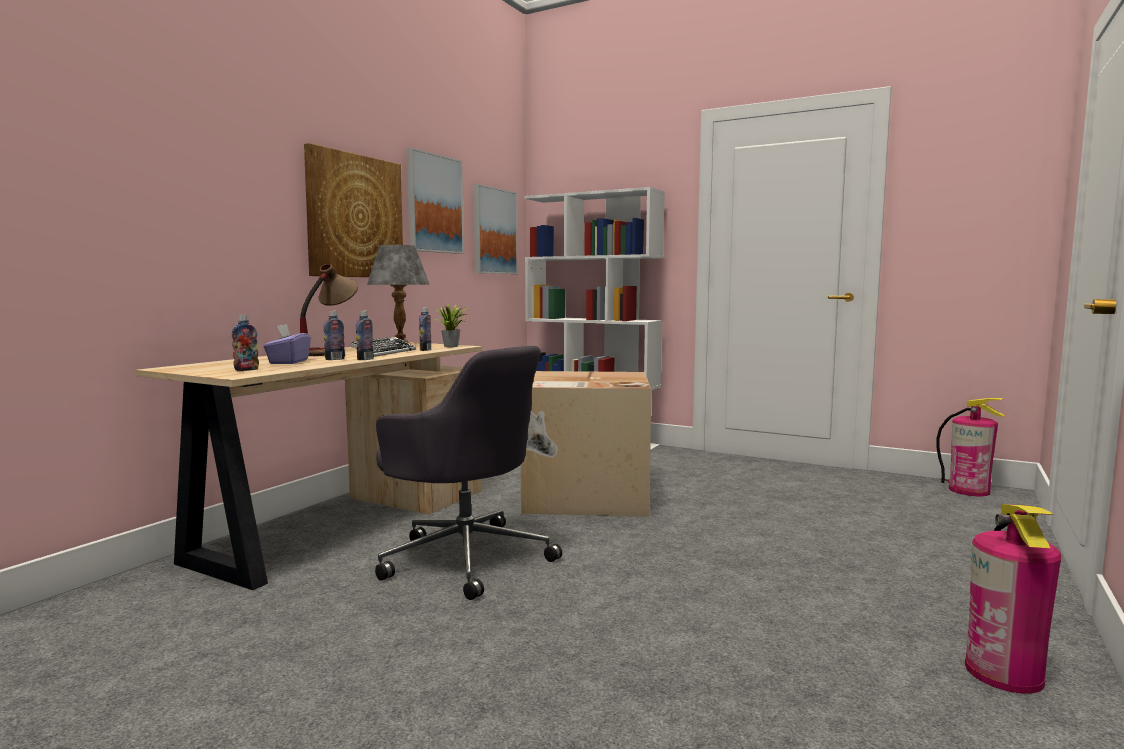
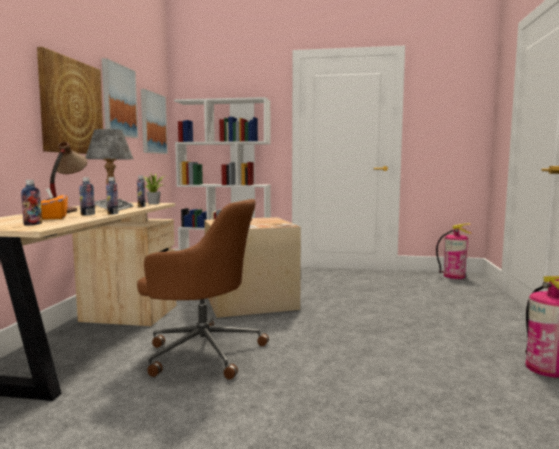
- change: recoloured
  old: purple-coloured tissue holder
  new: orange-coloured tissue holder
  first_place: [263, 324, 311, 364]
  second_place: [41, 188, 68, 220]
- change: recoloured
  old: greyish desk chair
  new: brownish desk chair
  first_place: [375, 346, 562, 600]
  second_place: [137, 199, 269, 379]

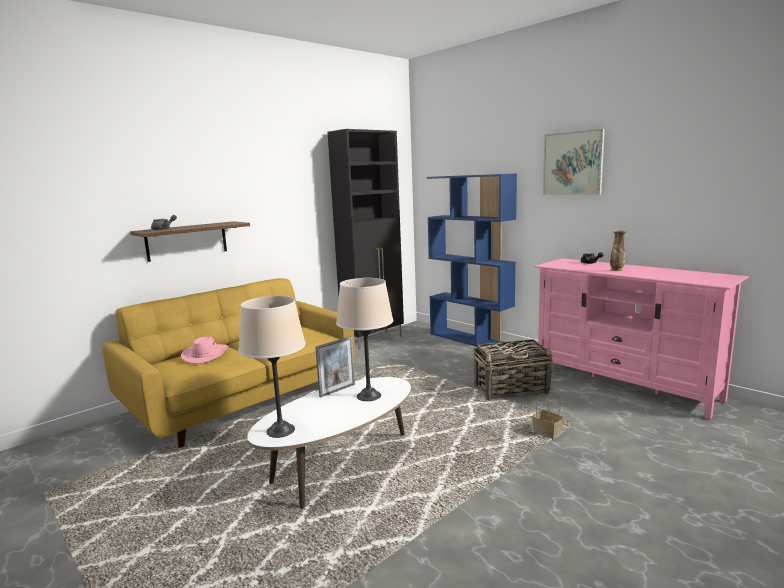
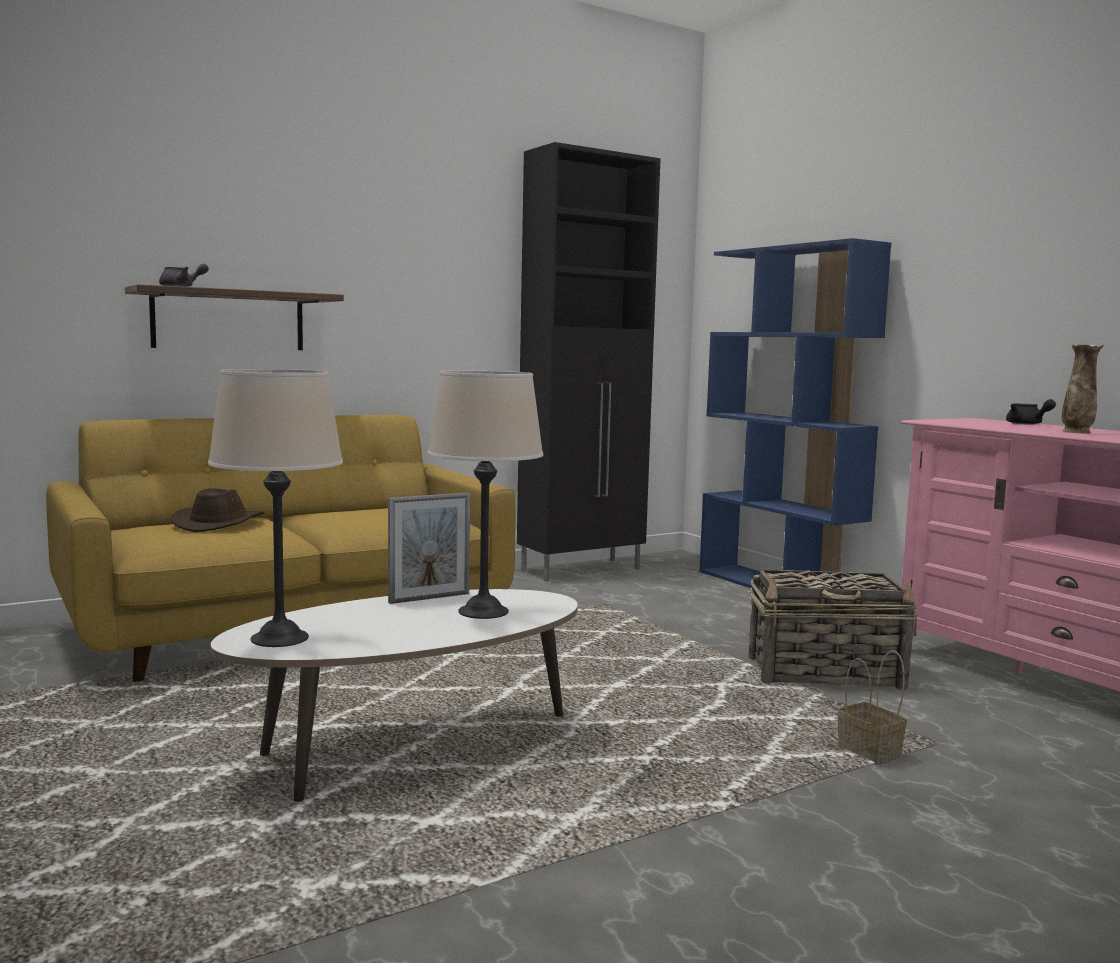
- change: recoloured
  old: pink hat
  new: brownish hat
  first_place: [181, 336, 229, 364]
  second_place: [171, 488, 264, 532]
- change: removed
  old: wall art
  first_place: [543, 129, 605, 195]

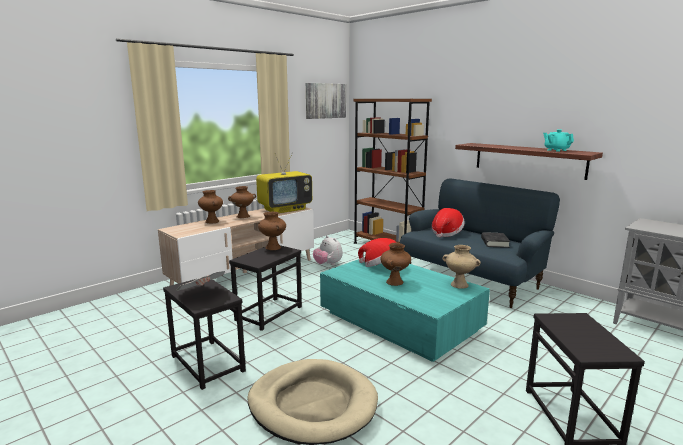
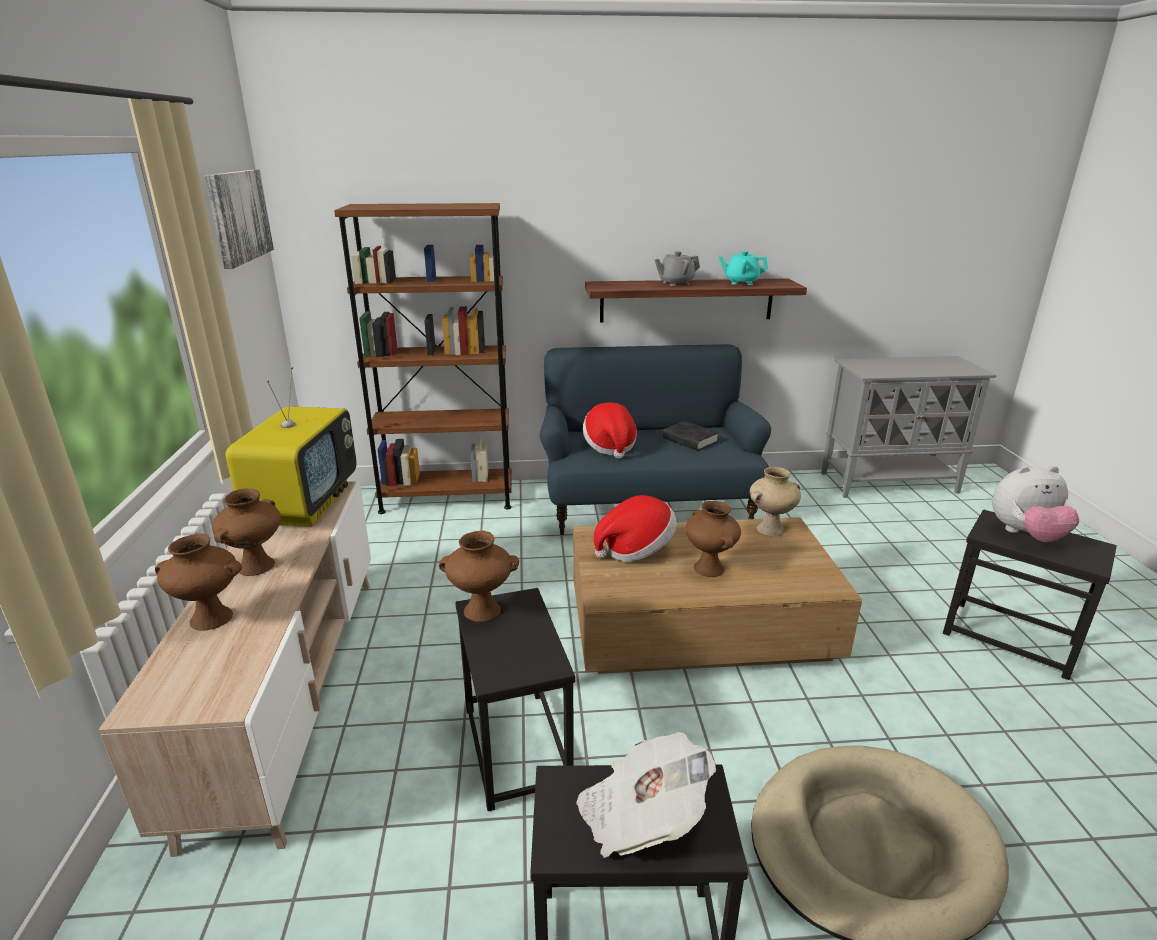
- change: moved
  old: plush toy
  first_place: [313, 236, 343, 265]
  second_place: [992, 466, 1079, 542]
- change: recoloured
  old: blue-green low table
  new: brownish low table
  first_place: [320, 257, 490, 362]
  second_place: [573, 517, 862, 674]
- change: added
  new: greyish tea pot
  second_place: [654, 251, 700, 286]

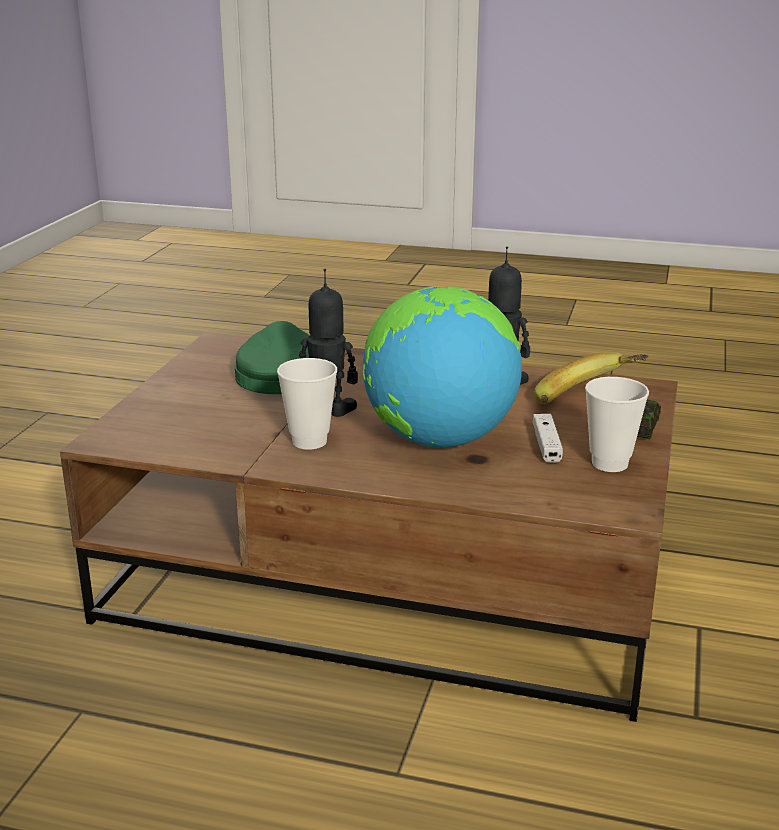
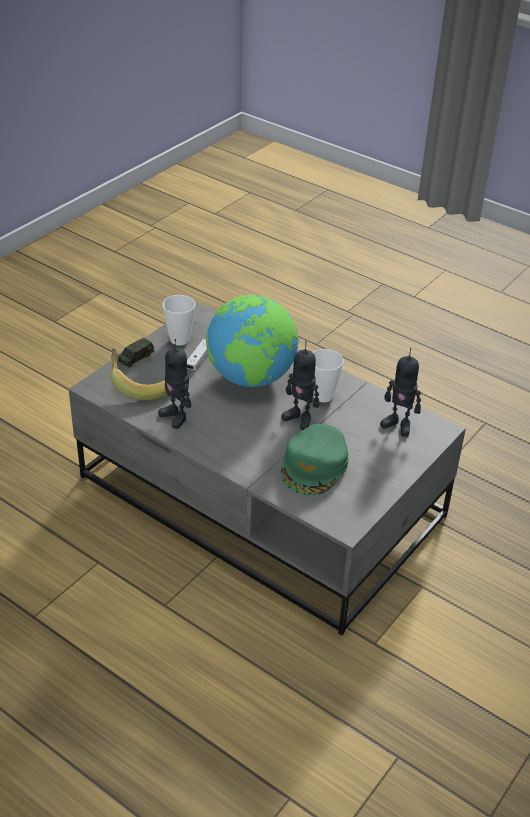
- change: recoloured
  old: brownish low table
  new: greyish low table
  first_place: [60, 333, 678, 722]
  second_place: [69, 302, 466, 635]
- change: added
  new: robot figure
  second_place: [380, 348, 421, 437]

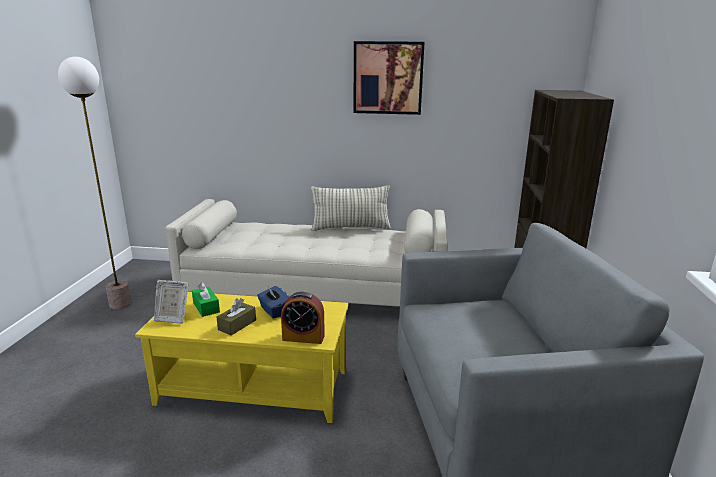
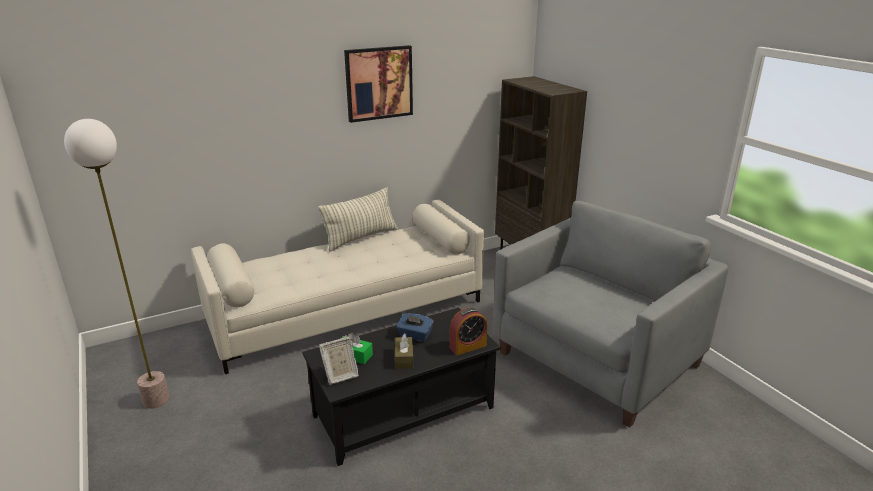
- change: recoloured
  old: yellow-coloured low table
  new: blackish low table
  first_place: [135, 292, 348, 423]
  second_place: [302, 307, 501, 466]

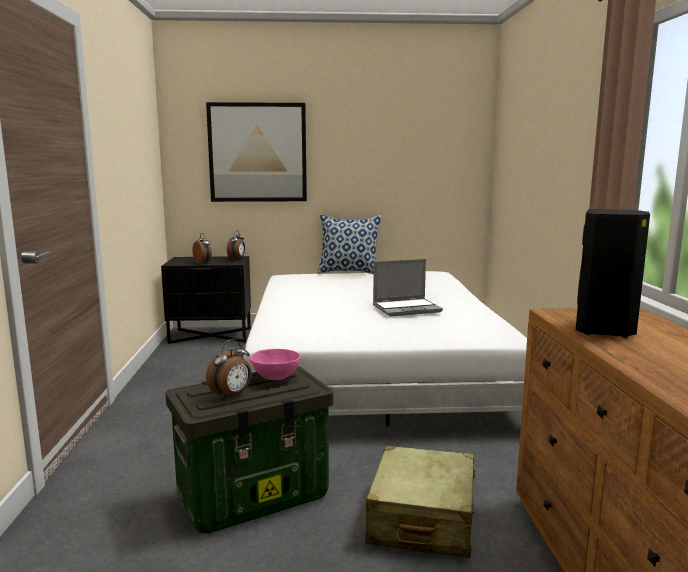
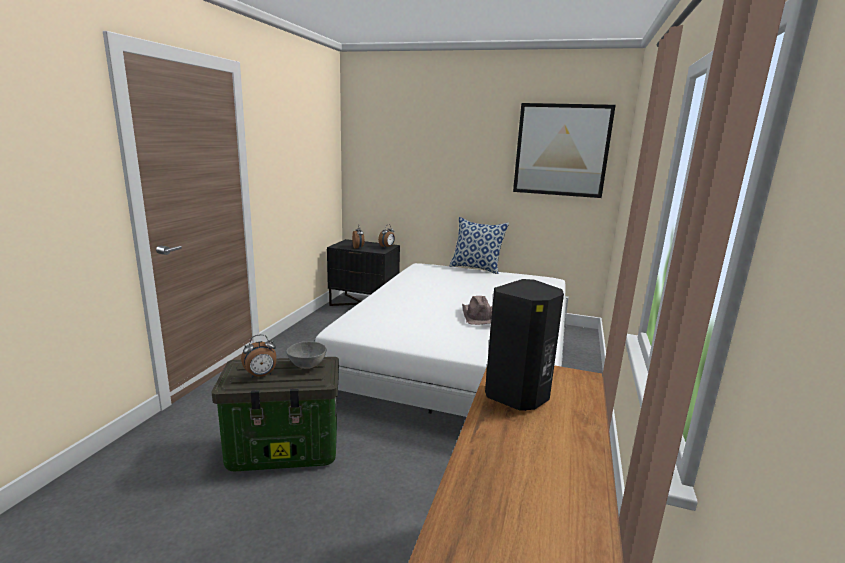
- change: moved
  old: wall art
  first_place: [206, 102, 307, 202]
  second_place: [513, 103, 616, 198]
- change: recoloured
  old: pink bowl
  new: greyish bowl
  first_place: [250, 349, 300, 380]
  second_place: [286, 341, 326, 369]
- change: removed
  old: sand-coloured travel case
  first_place: [365, 446, 475, 558]
- change: replaced
  old: portable computer
  new: brownish hat
  first_place: [373, 259, 443, 317]
  second_place: [462, 296, 493, 325]

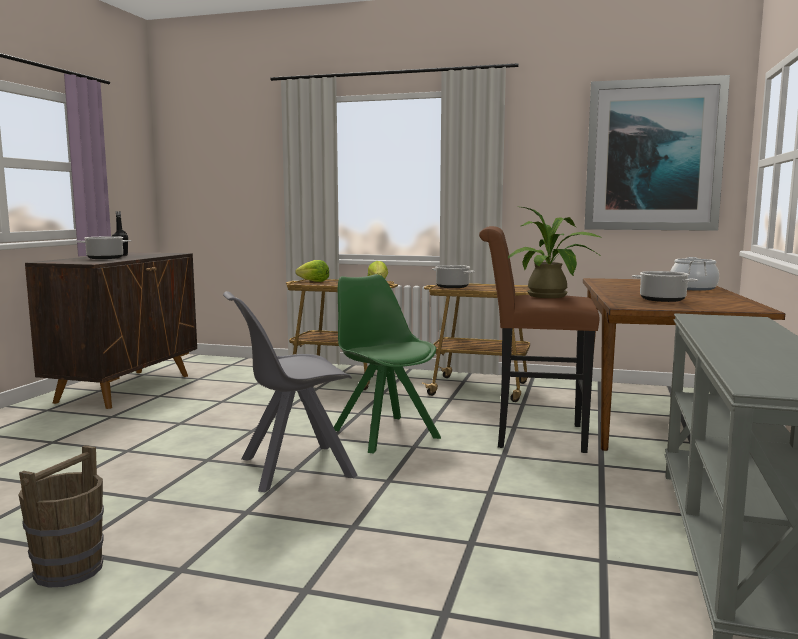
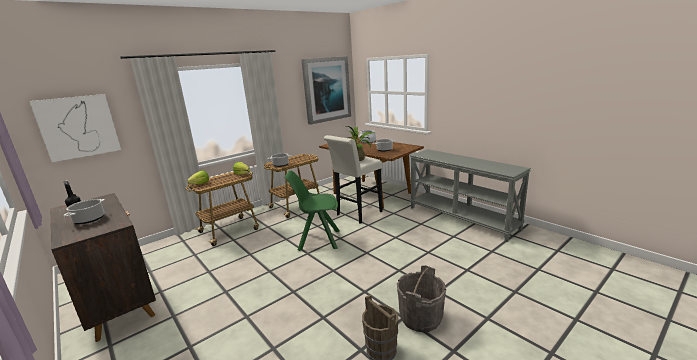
- change: removed
  old: greyish upright chair
  first_place: [223, 291, 357, 492]
- change: recoloured
  old: brownish stool
  new: white stool
  first_place: [479, 226, 599, 453]
  second_place: [324, 135, 383, 224]
- change: added
  new: wall art
  second_place: [29, 94, 121, 163]
- change: added
  new: greyish pail
  second_place: [397, 265, 446, 332]

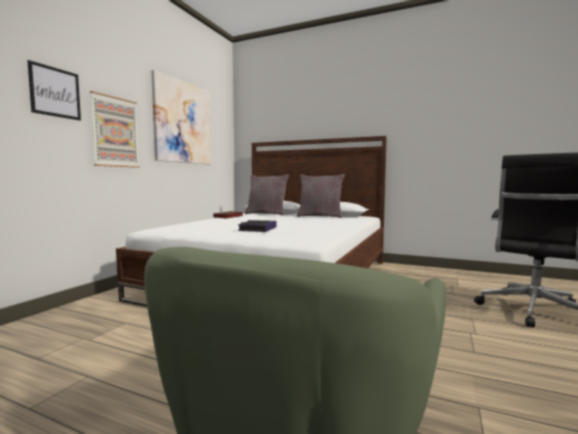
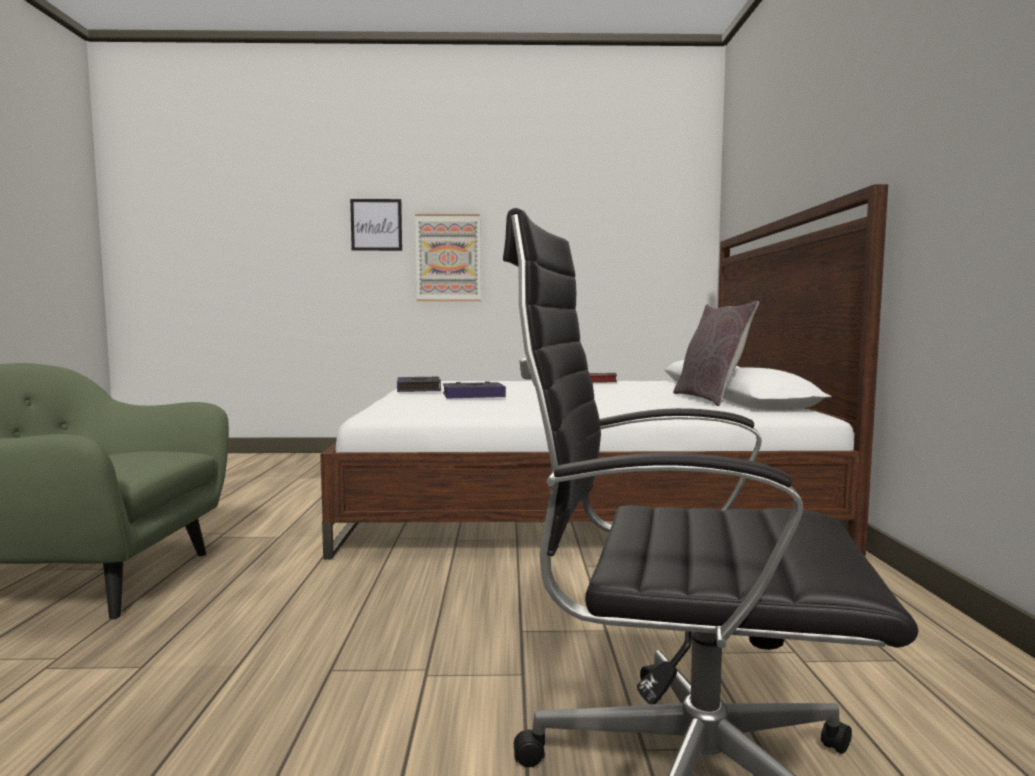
- change: removed
  old: wall art
  first_place: [151, 70, 211, 164]
- change: removed
  old: greyish throw pillow
  first_place: [245, 174, 289, 216]
- change: added
  new: book
  second_place: [397, 377, 441, 392]

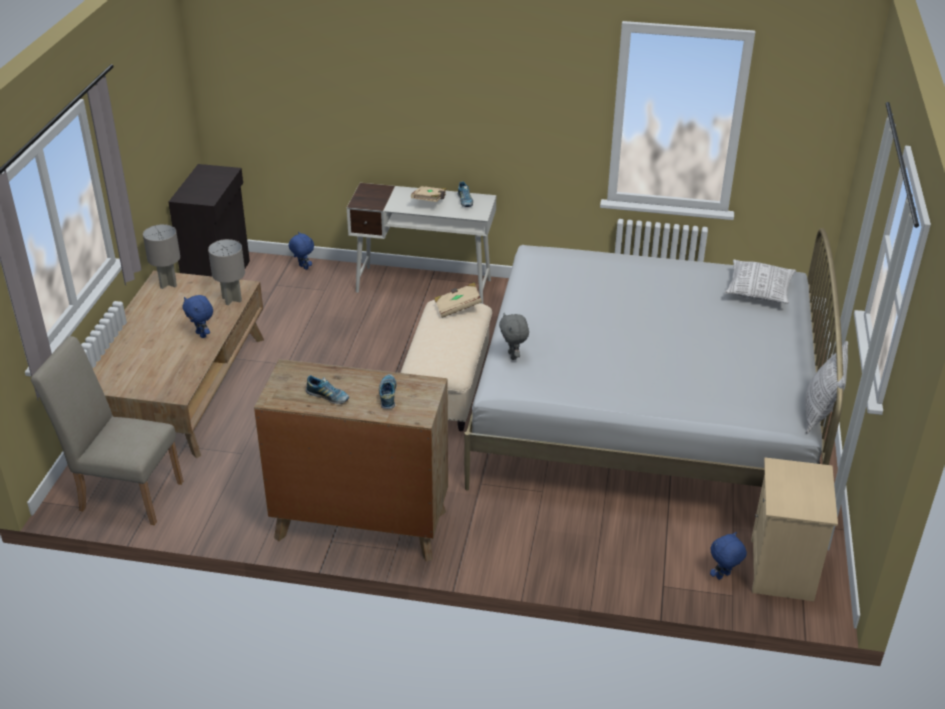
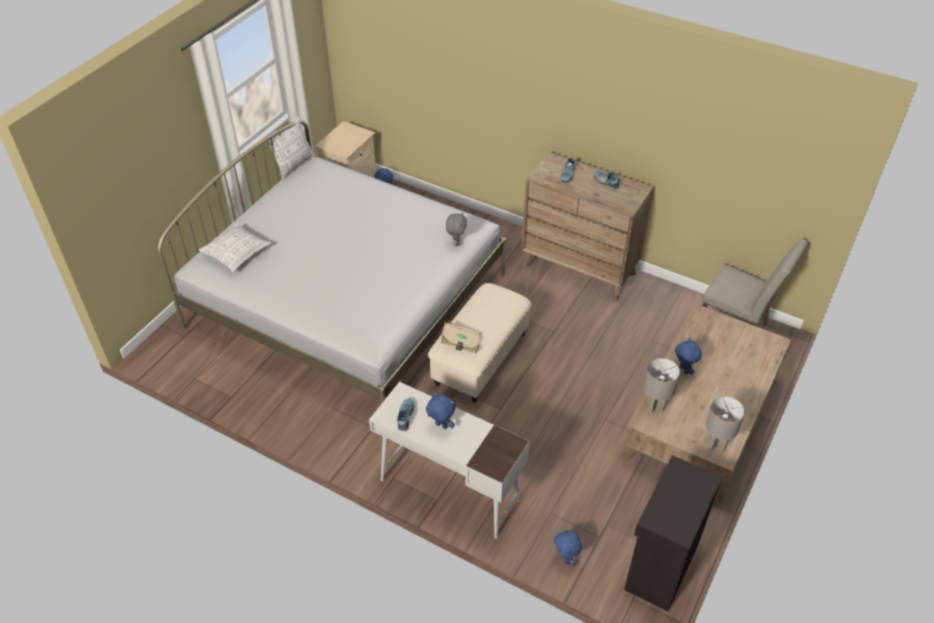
- change: replaced
  old: sand-coloured book
  new: blue plush toy
  first_place: [411, 186, 447, 202]
  second_place: [426, 392, 455, 429]

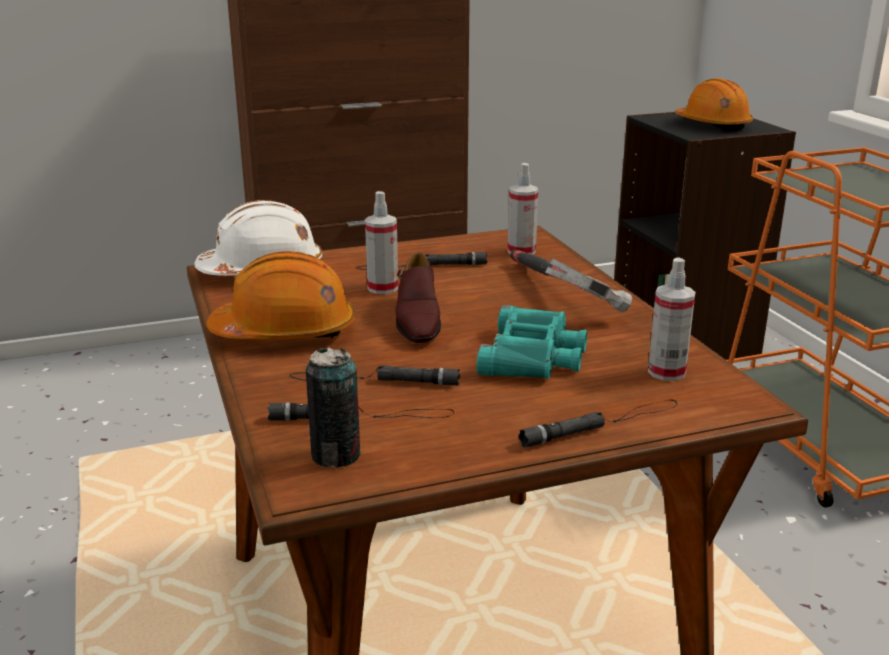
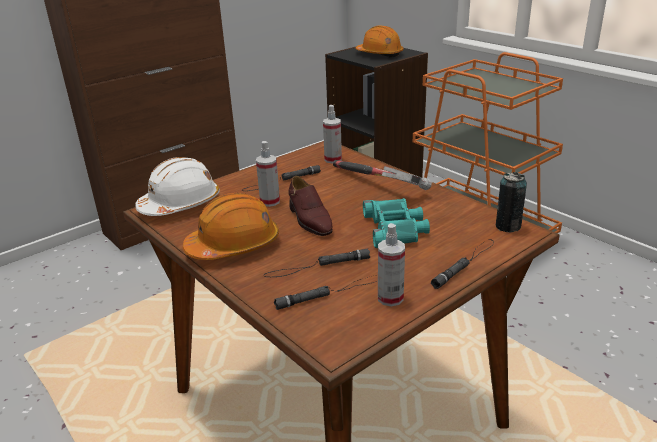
- change: moved
  old: metal can
  first_place: [306, 347, 361, 467]
  second_place: [495, 172, 527, 232]
- change: moved
  old: hand sprayer
  first_place: [648, 257, 696, 381]
  second_place: [378, 223, 405, 307]

